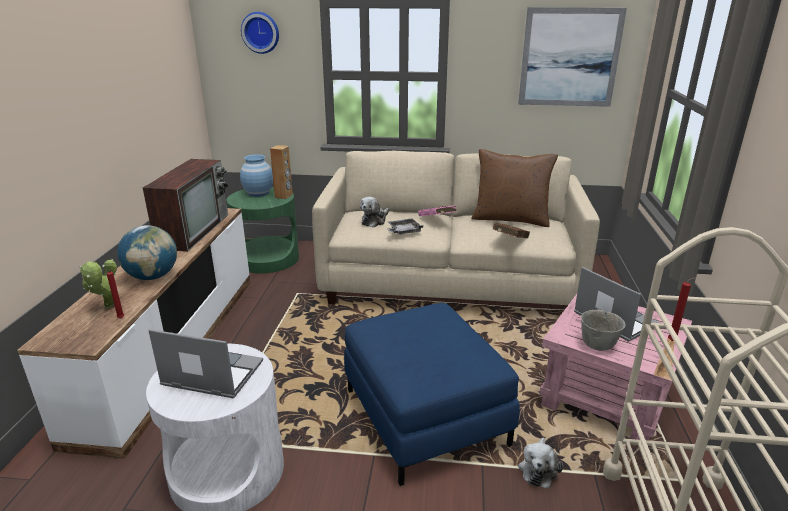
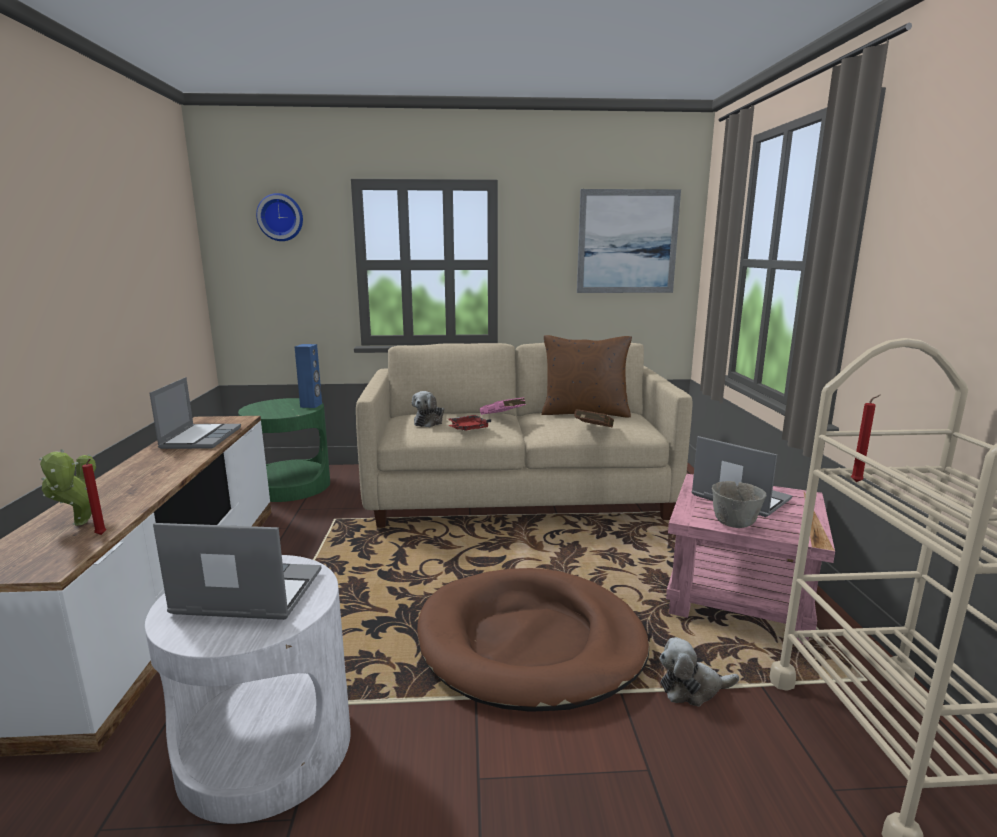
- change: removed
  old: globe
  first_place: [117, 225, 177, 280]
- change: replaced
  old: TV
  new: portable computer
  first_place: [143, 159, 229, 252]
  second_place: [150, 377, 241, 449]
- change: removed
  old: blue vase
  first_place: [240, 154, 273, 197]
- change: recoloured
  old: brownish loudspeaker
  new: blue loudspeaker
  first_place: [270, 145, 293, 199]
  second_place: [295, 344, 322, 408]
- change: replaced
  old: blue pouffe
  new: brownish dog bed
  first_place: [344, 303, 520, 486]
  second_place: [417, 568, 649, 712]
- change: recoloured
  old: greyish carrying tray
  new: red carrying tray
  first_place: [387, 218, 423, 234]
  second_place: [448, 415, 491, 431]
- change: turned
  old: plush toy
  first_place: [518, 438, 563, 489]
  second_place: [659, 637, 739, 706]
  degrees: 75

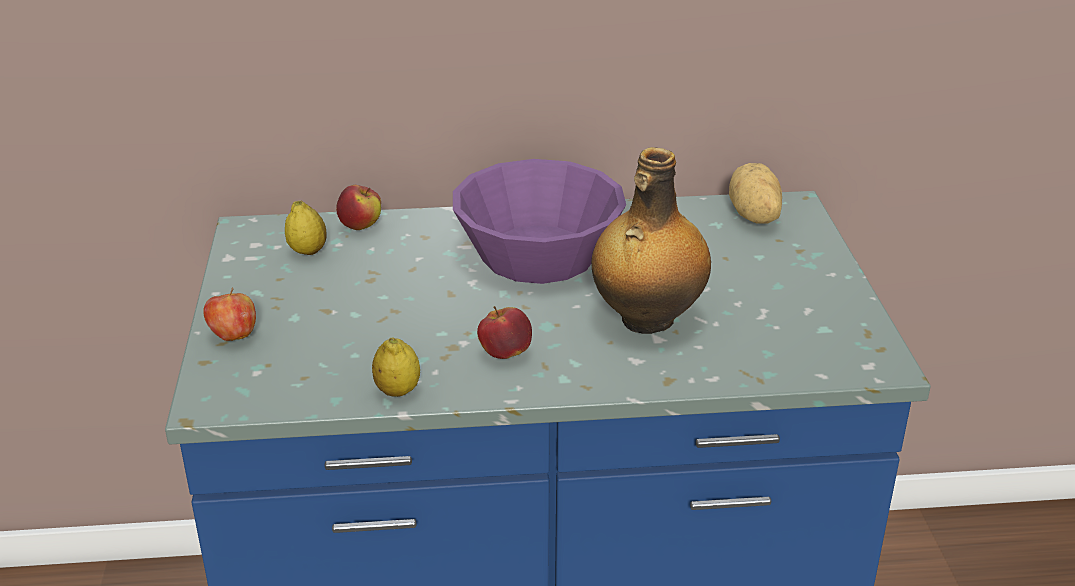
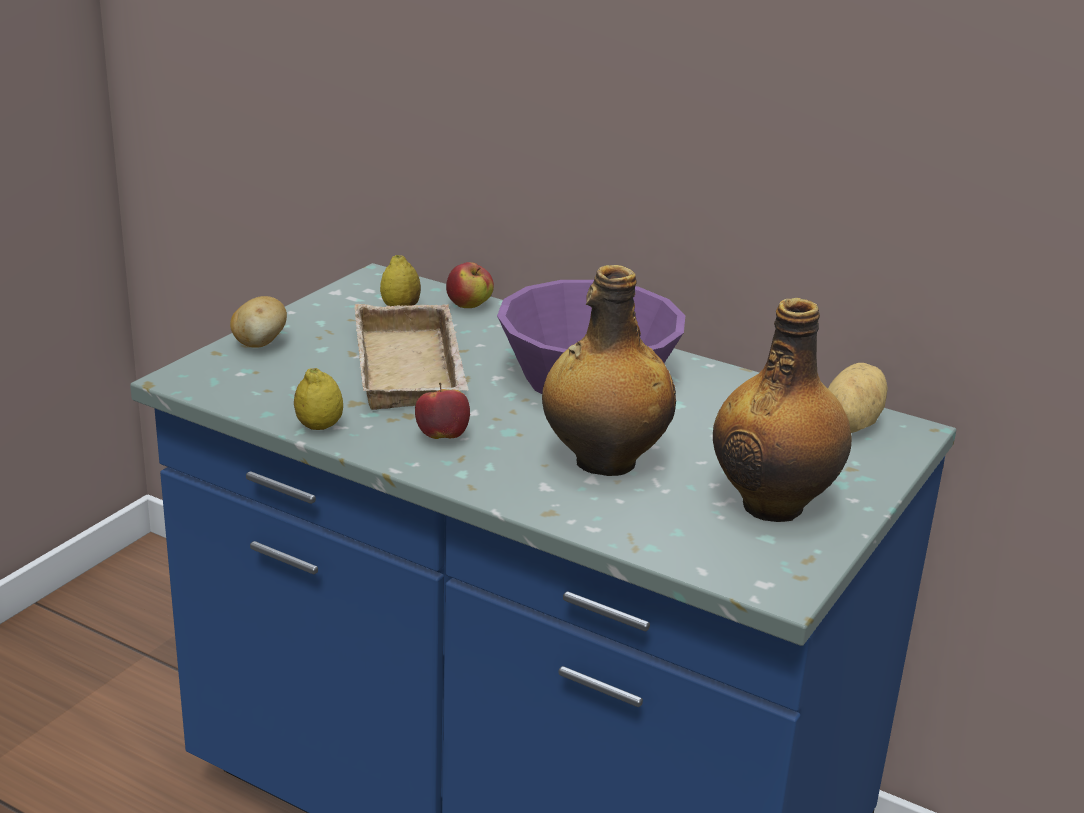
- change: replaced
  old: apple fruit
  new: whole potato
  first_place: [203, 287, 256, 341]
  second_place: [230, 296, 287, 348]
- change: added
  new: sand-coloured carrying tray
  second_place: [354, 304, 469, 410]
- change: added
  new: drink bottle
  second_place: [713, 298, 852, 522]

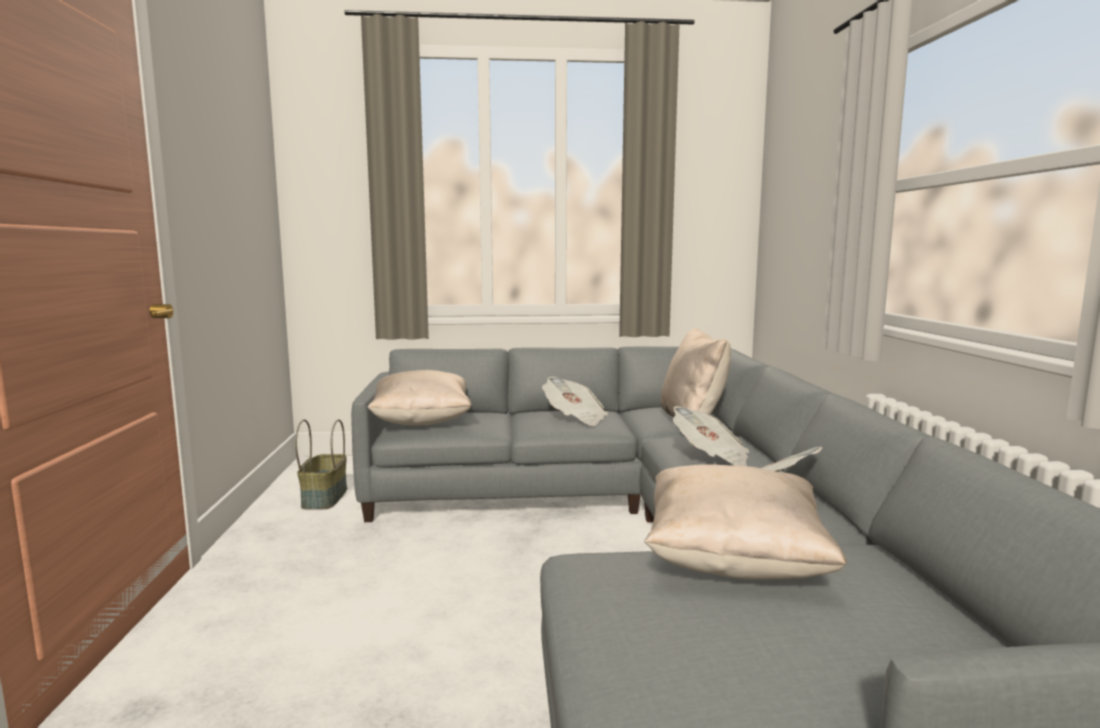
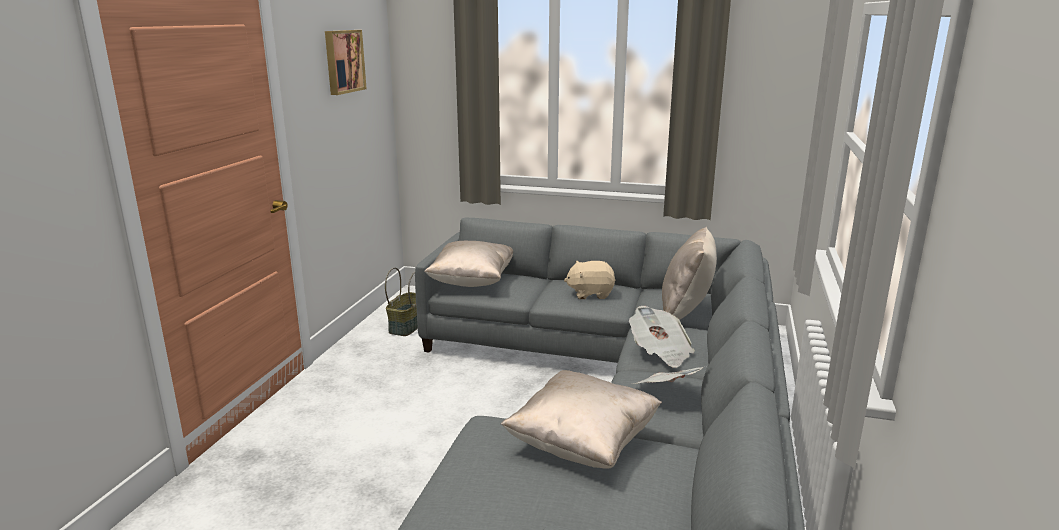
- change: replaced
  old: printed paper
  new: sand-coloured plush toy
  first_place: [542, 377, 608, 426]
  second_place: [564, 261, 615, 299]
- change: added
  new: wall art
  second_place: [325, 30, 367, 95]

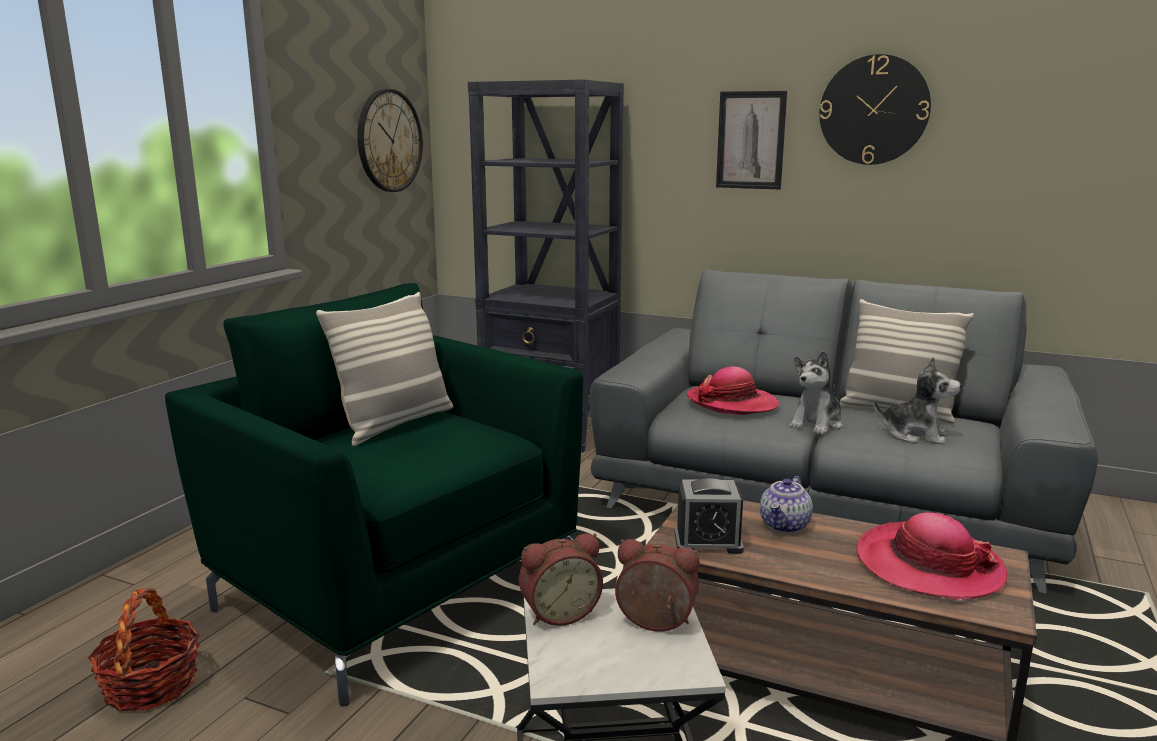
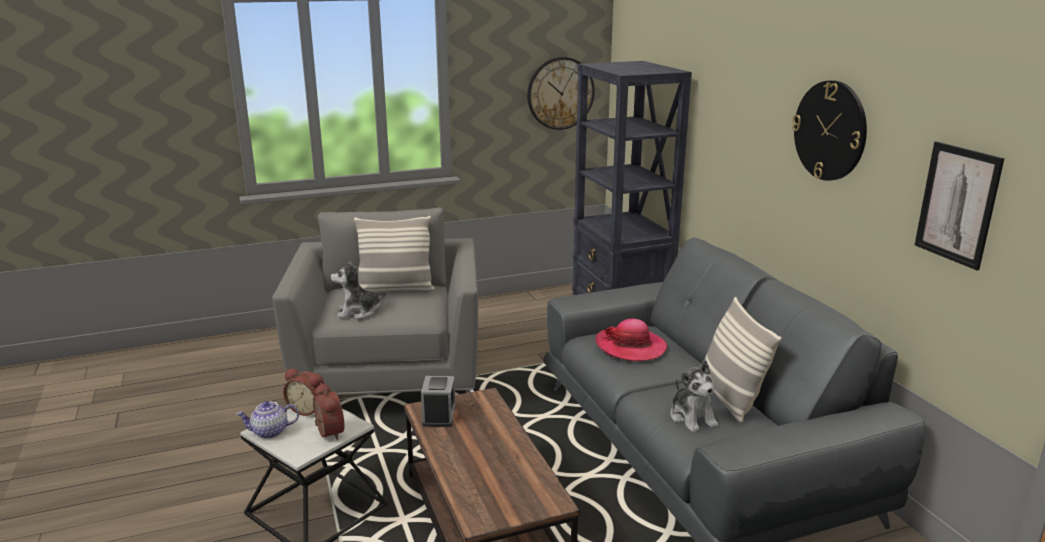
- change: removed
  old: basket
  first_place: [88, 588, 200, 711]
- change: recoloured
  old: green easy chair
  new: greyish easy chair
  first_place: [165, 283, 583, 706]
  second_place: [272, 208, 478, 395]
- change: turned
  old: bedside clock
  first_place: [674, 478, 744, 554]
  second_place: [421, 376, 456, 427]
  degrees: -135
- change: moved
  old: wall art
  first_place: [716, 91, 787, 189]
  second_place: [915, 141, 1004, 270]
- change: moved
  old: tea pot
  first_place: [760, 476, 813, 533]
  second_place: [236, 401, 299, 438]
- change: moved
  old: plush toy
  first_place: [789, 351, 843, 435]
  second_place: [331, 261, 387, 319]
- change: removed
  old: hat
  first_place: [856, 512, 1007, 600]

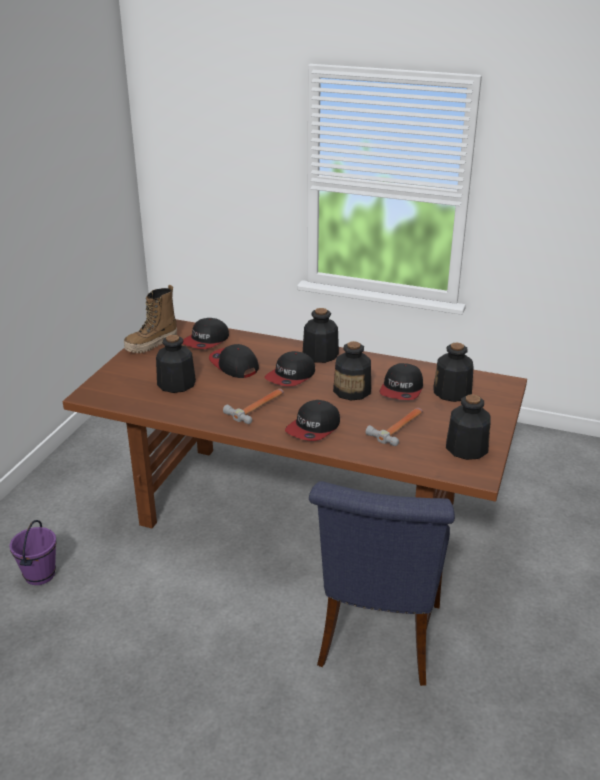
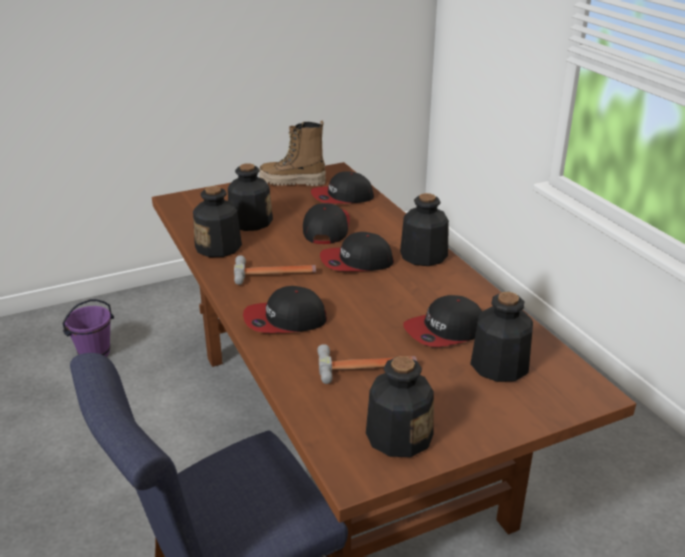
- change: moved
  old: drink bottle
  first_place: [333, 341, 371, 400]
  second_place: [193, 186, 242, 257]

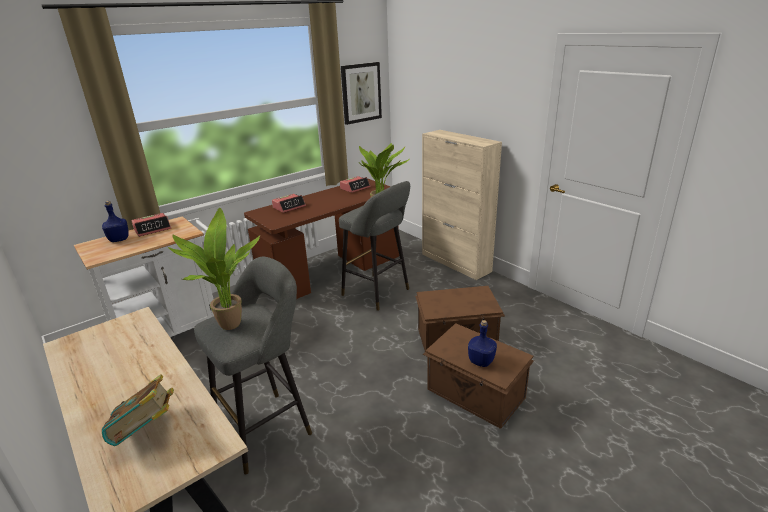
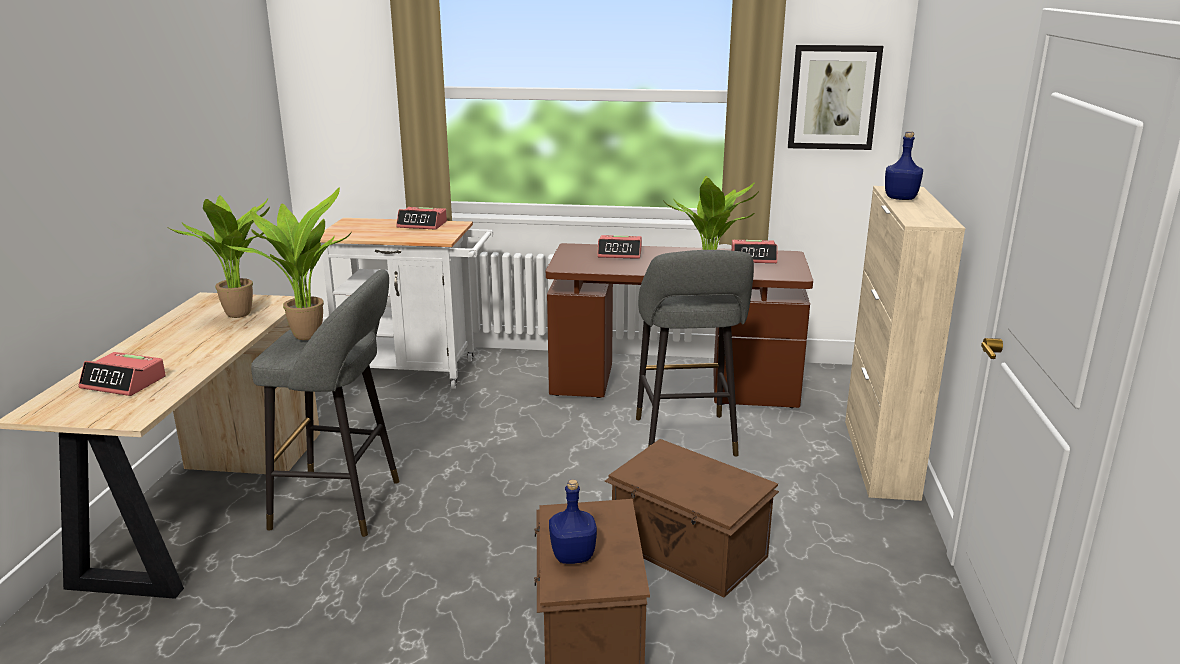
- change: moved
  old: blue drink bottle
  first_place: [102, 201, 129, 242]
  second_place: [885, 131, 923, 200]
- change: replaced
  old: book
  new: bedside clock
  first_place: [102, 374, 174, 446]
  second_place: [78, 352, 166, 396]
- change: added
  new: plant in a pot
  second_place: [169, 195, 270, 318]

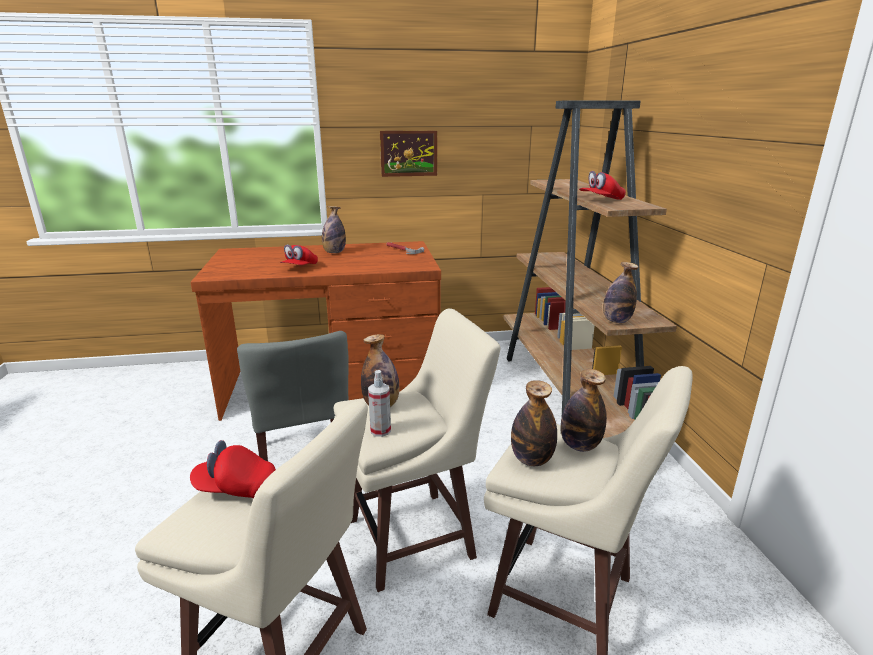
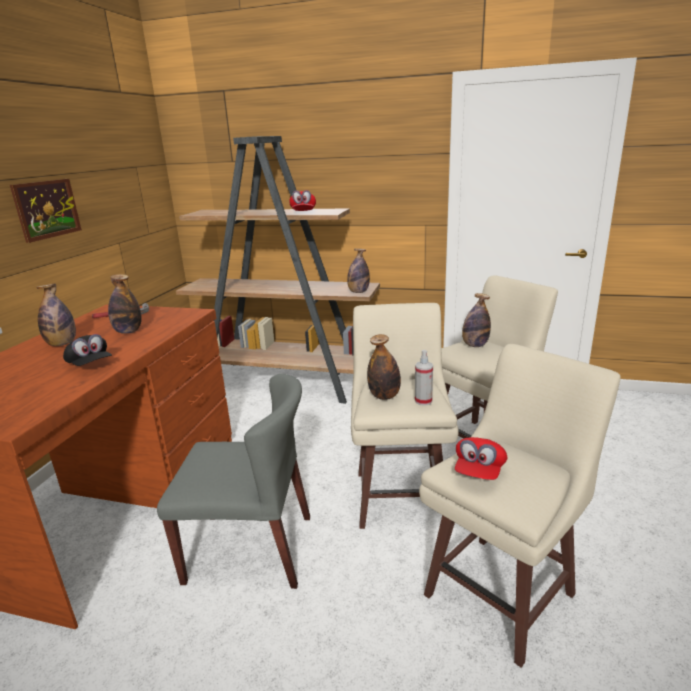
- change: recoloured
  old: red peaked cap
  new: blackish peaked cap
  first_place: [280, 244, 318, 265]
  second_place: [63, 334, 112, 366]
- change: moved
  old: drink bottle
  first_place: [511, 380, 557, 466]
  second_place: [108, 274, 142, 334]

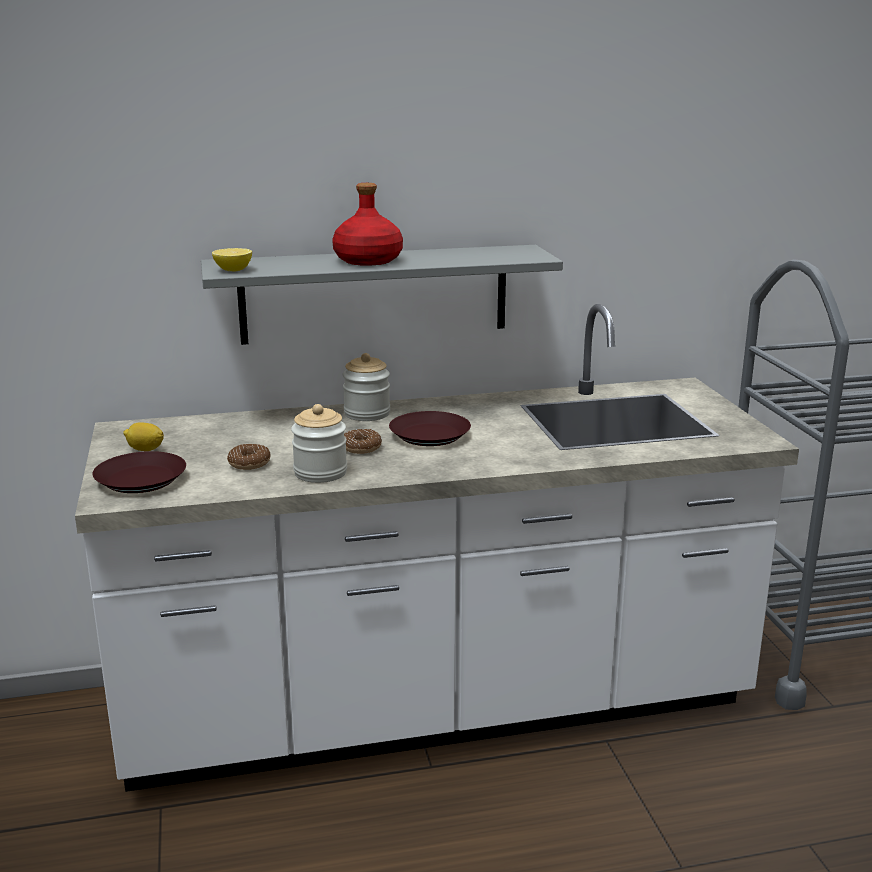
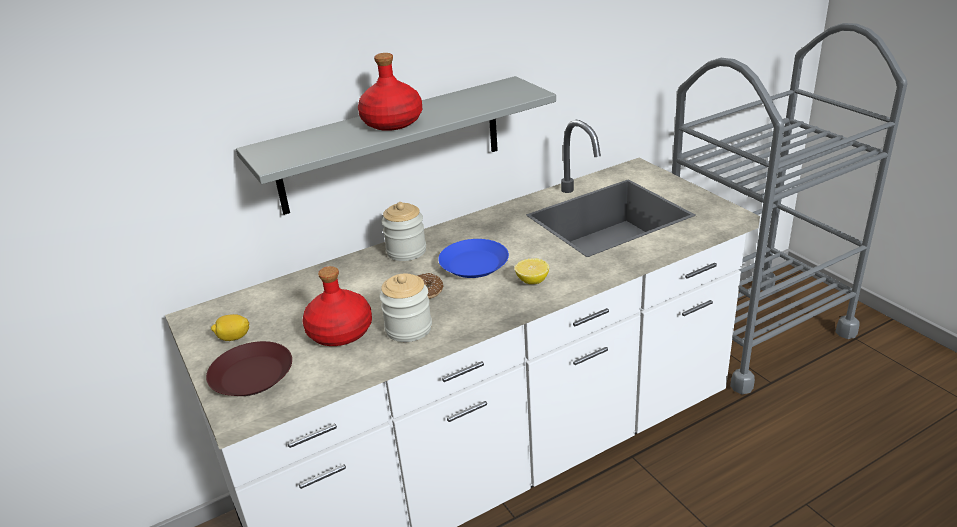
- change: moved
  old: whole lemon
  first_place: [212, 248, 252, 271]
  second_place: [515, 258, 549, 284]
- change: replaced
  old: doughnut
  new: red drink bottle
  first_place: [227, 444, 271, 470]
  second_place: [302, 266, 372, 346]
- change: recoloured
  old: brownish plate
  new: blue plate
  first_place: [389, 411, 471, 446]
  second_place: [438, 239, 509, 278]

